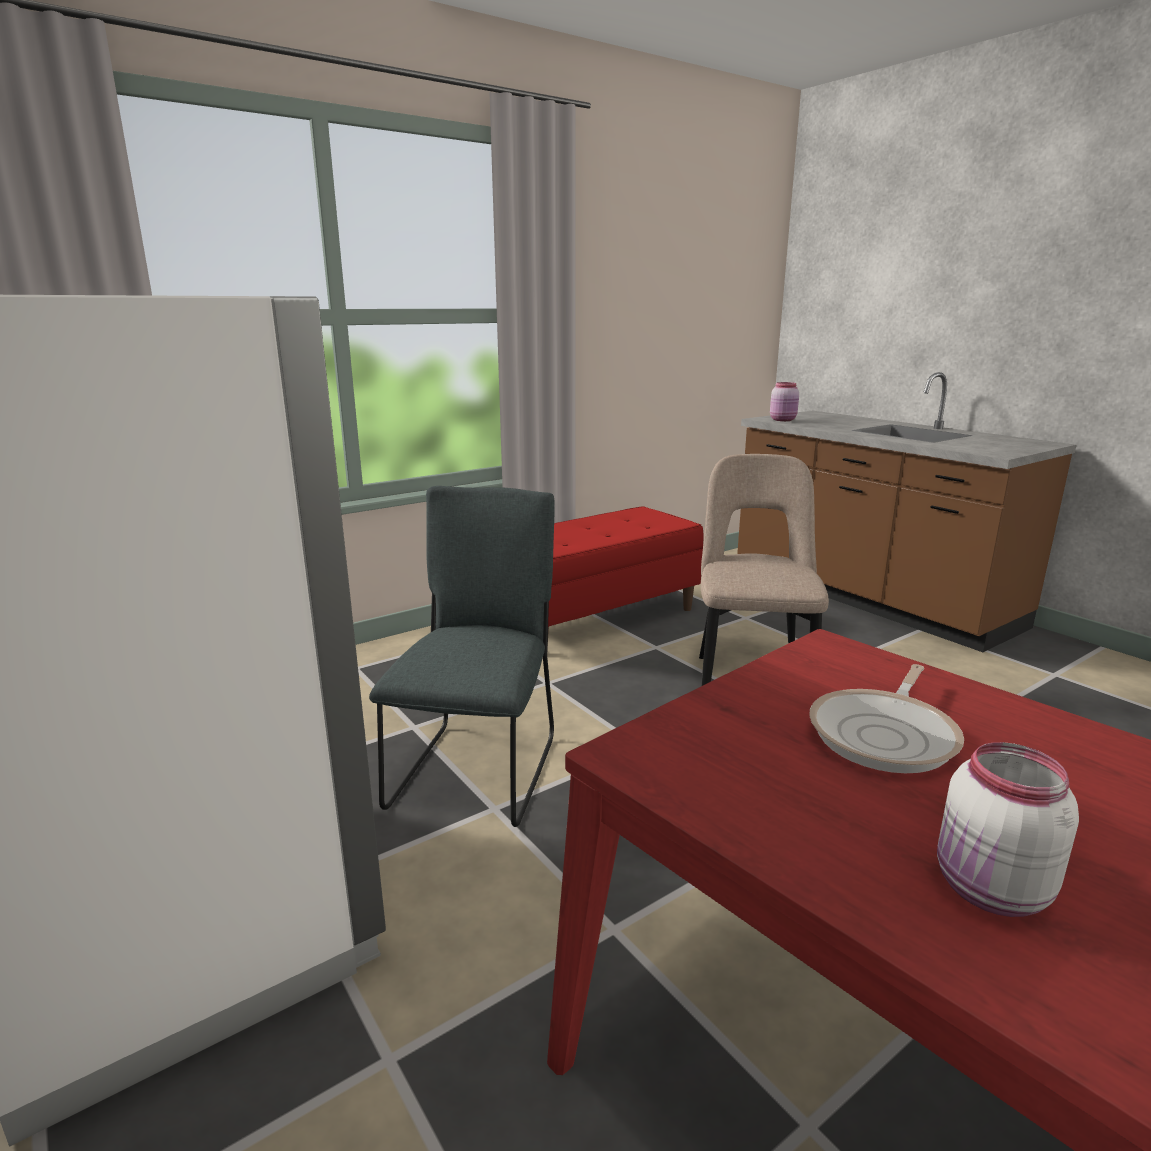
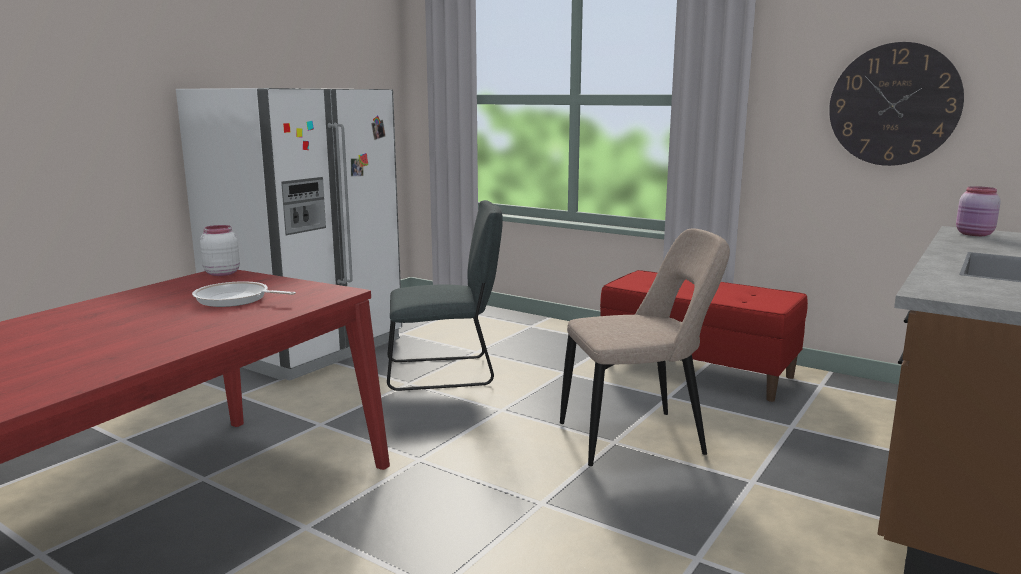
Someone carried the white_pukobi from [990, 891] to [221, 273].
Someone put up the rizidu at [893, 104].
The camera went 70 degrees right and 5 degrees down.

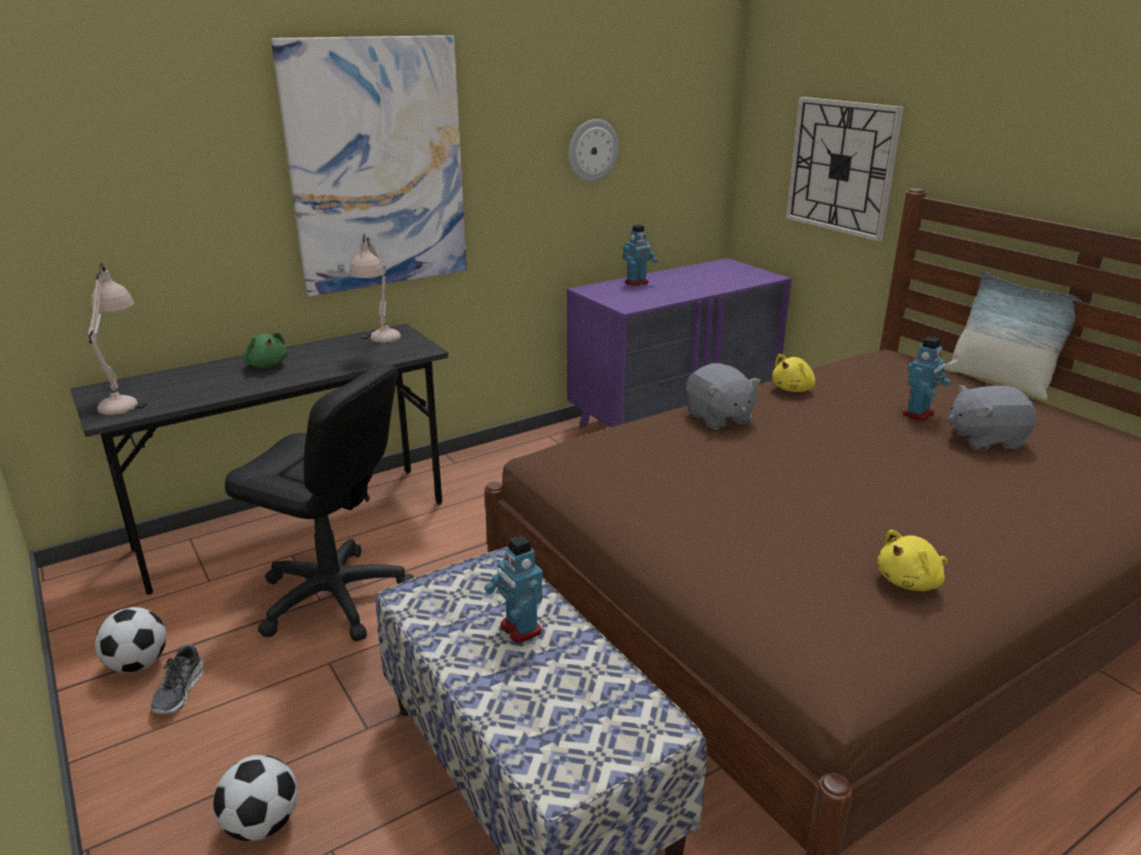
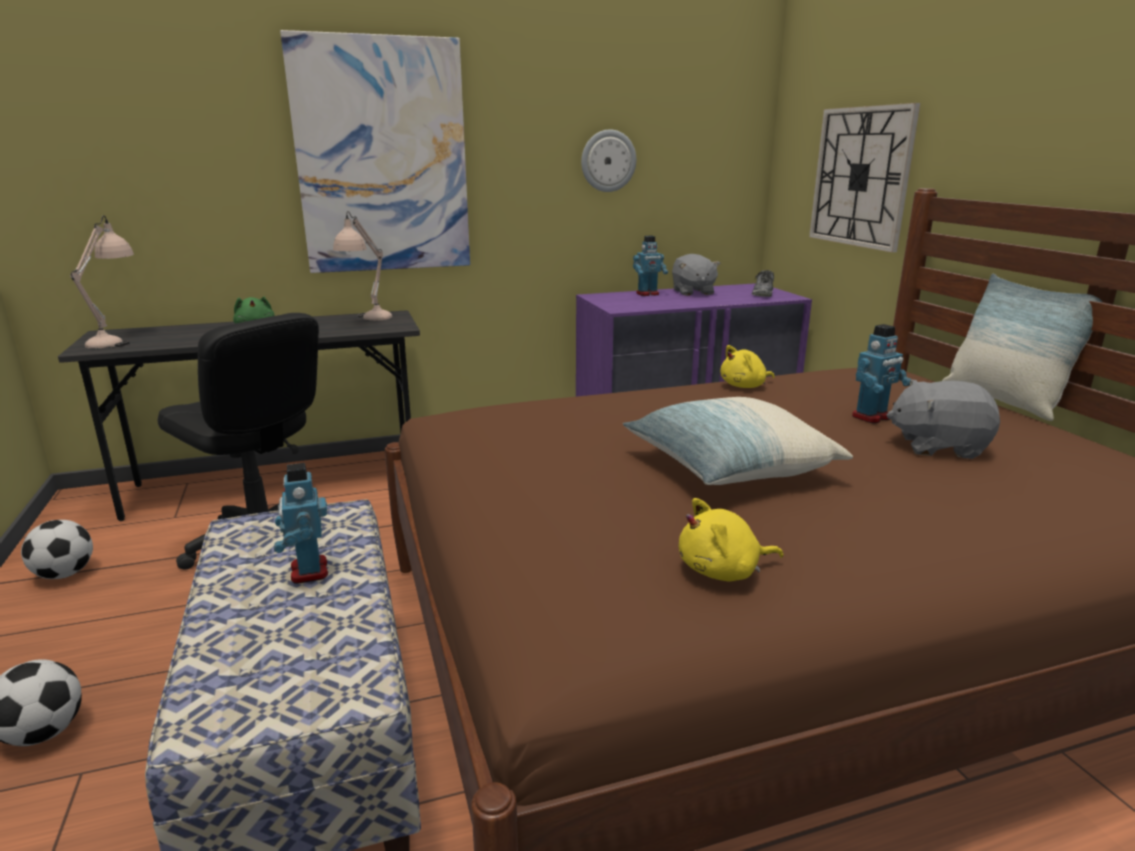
Someone carried the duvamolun from [179, 691] to [763, 293].
Someone carried the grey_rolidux from [718, 418] to [692, 292].
Someone put down the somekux at [728, 469].
The camera went 15 degrees right and 5 degrees down.

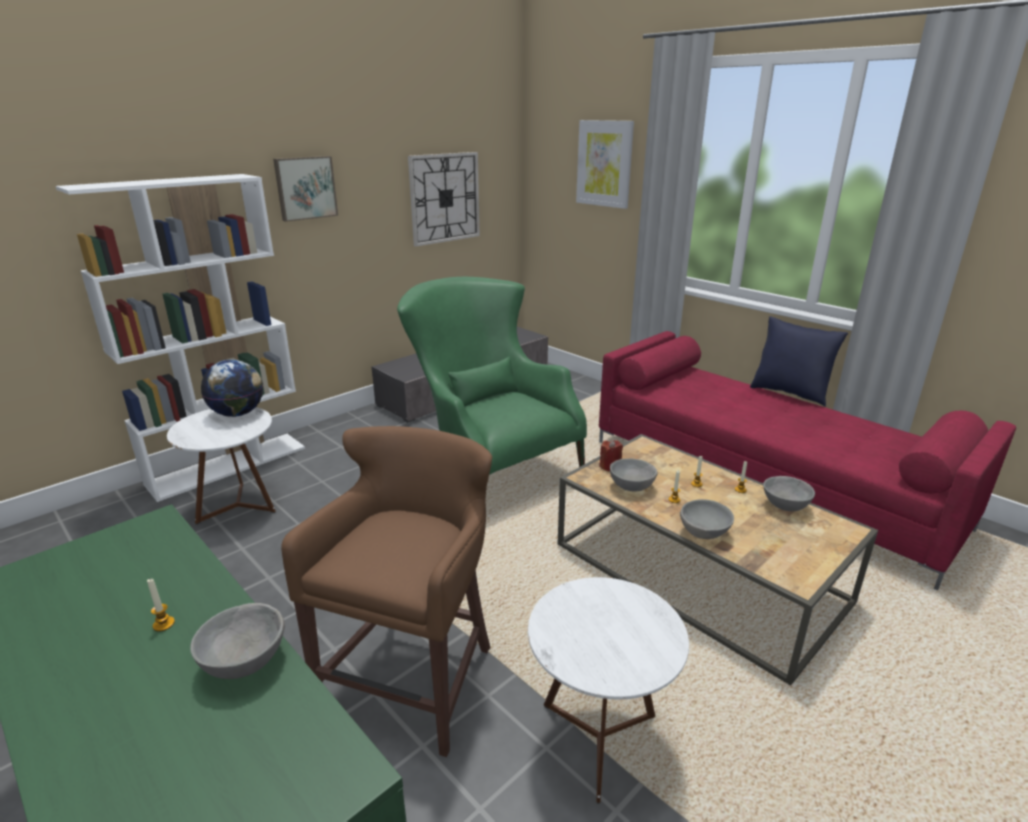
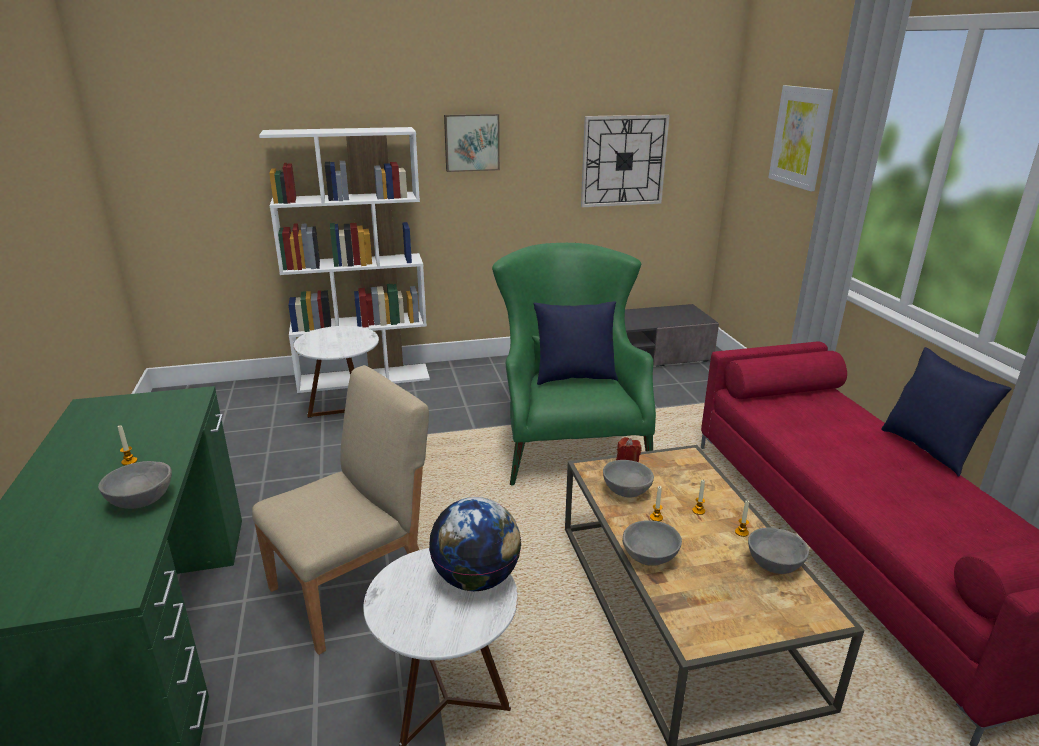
Someone carried the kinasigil from [238, 413] to [476, 579].
Someone swapped the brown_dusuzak at [414, 676] for the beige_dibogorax at [354, 588].
Someone put down the blue_somekux at [574, 377].
The camera went 30 degrees right and 0 degrees up.

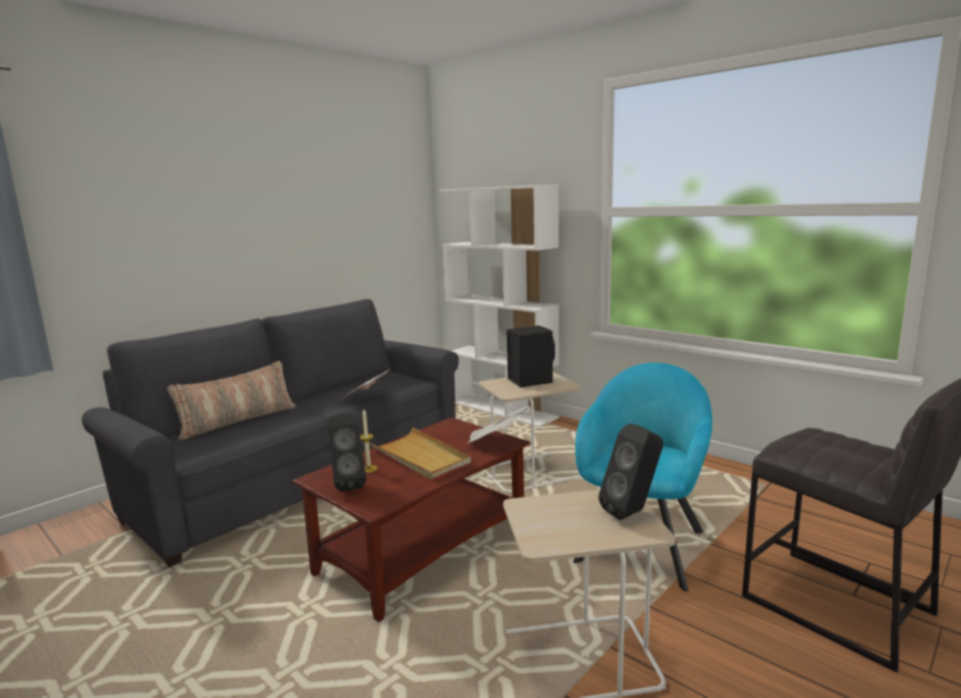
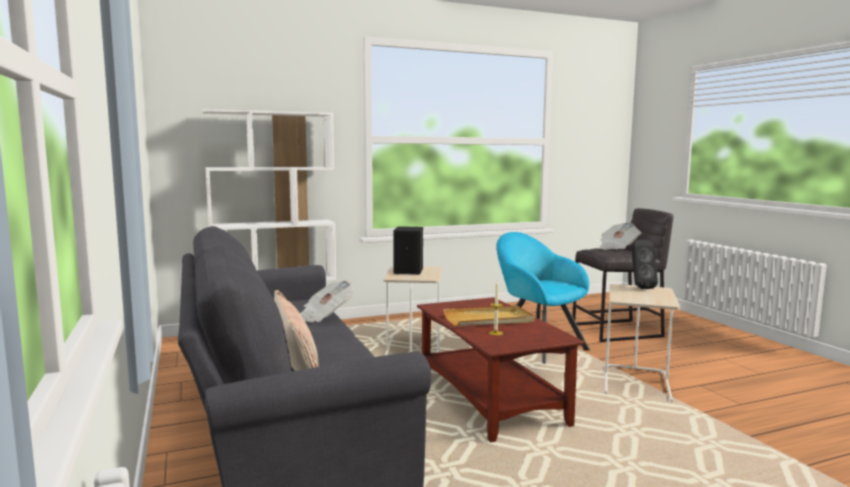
Someone took away the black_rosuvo at [347, 484].
Someone carried the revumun from [497, 441] to [617, 247].
The camera went 65 degrees left and 5 degrees down.

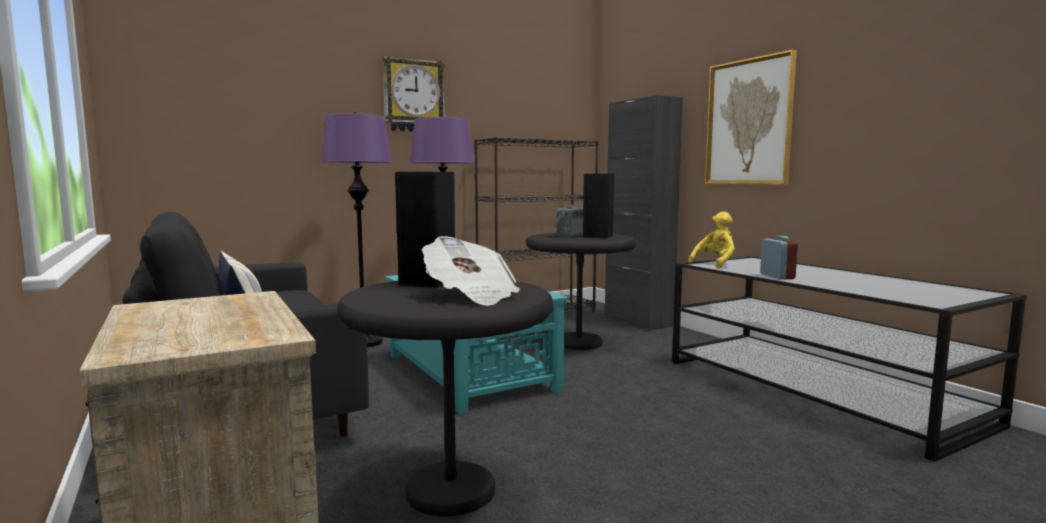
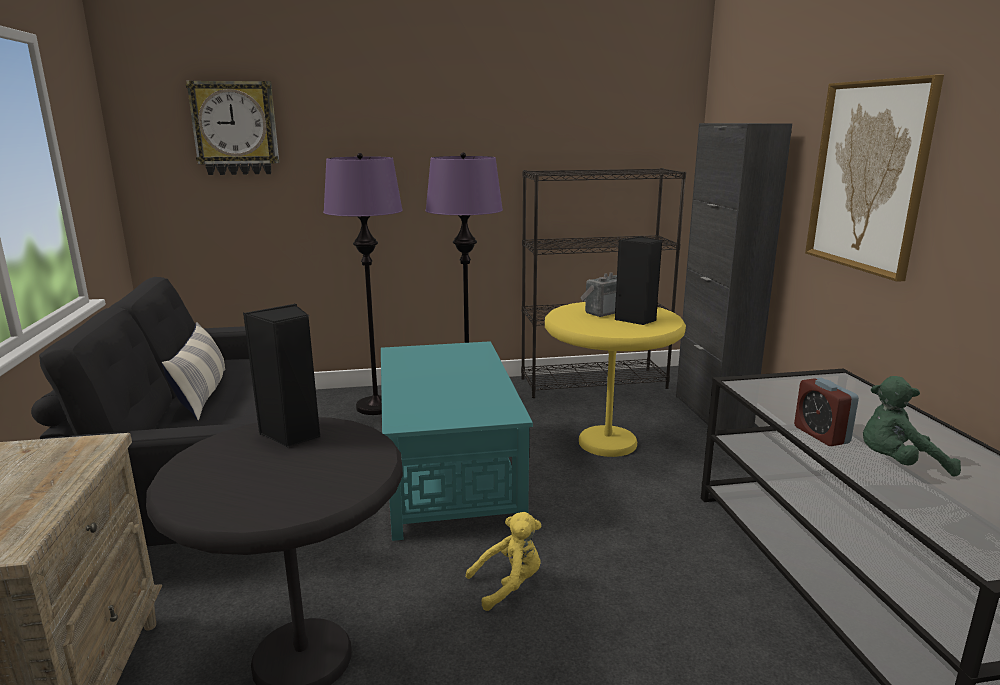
Someone carried the rizidu from [413, 96] to [235, 128].
Someone took away the revumun at [471, 296].
Someone repainted the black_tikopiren at [578, 343], which became the yellow_tikopiren at [607, 443].
Someone carried the yellow_rolidux from [715, 264] to [509, 585].
Someone rotated the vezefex at [777, 276] by 150 degrees clockwise.
Someone put down the green_rolidux at [898, 464].
The camera went 20 degrees right and 10 degrees up.

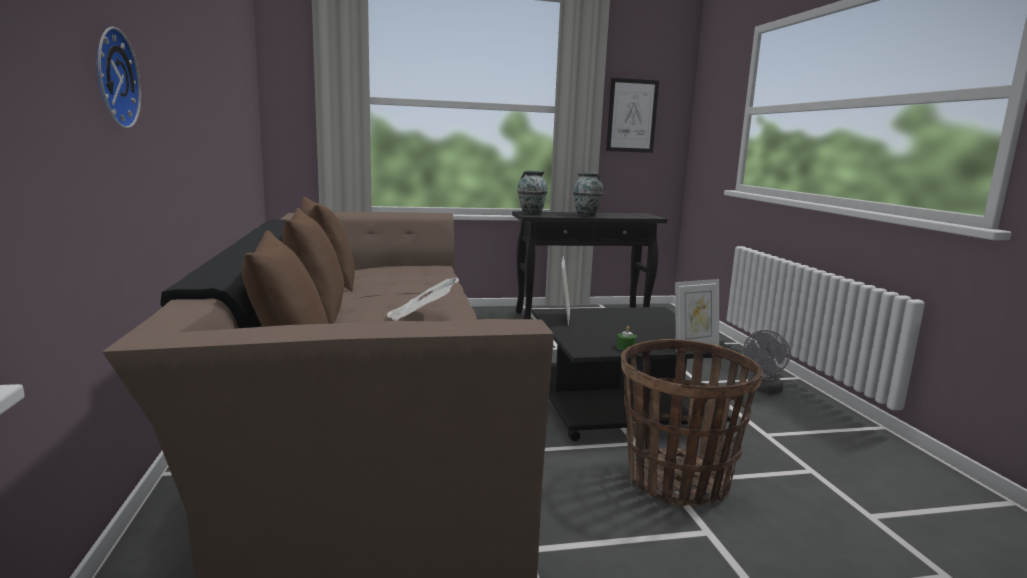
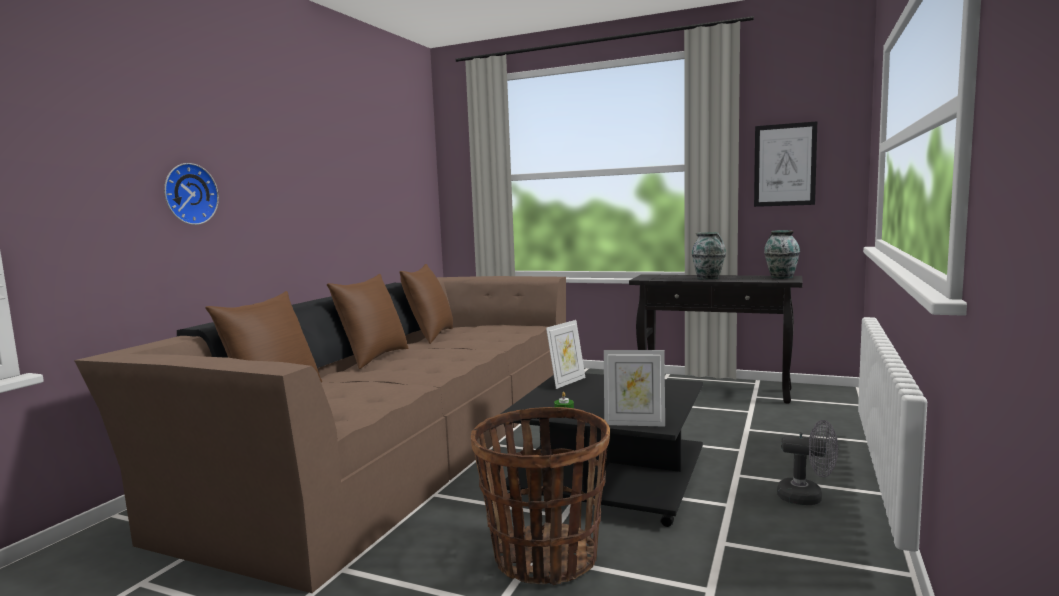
Someone took away the revumun at [421, 318].
Someone carried the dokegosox from [531, 213] to [781, 277].
Someone rotated the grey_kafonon at [763, 390] by 135 degrees counterclockwise.
The camera went 35 degrees right and 5 degrees down.

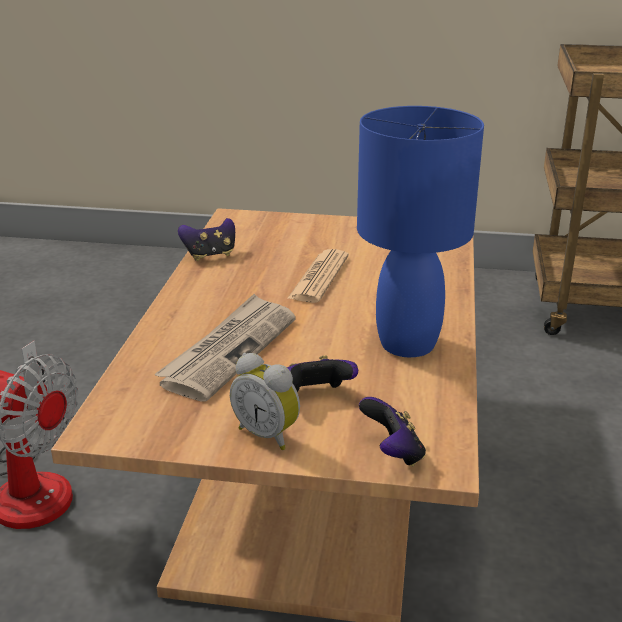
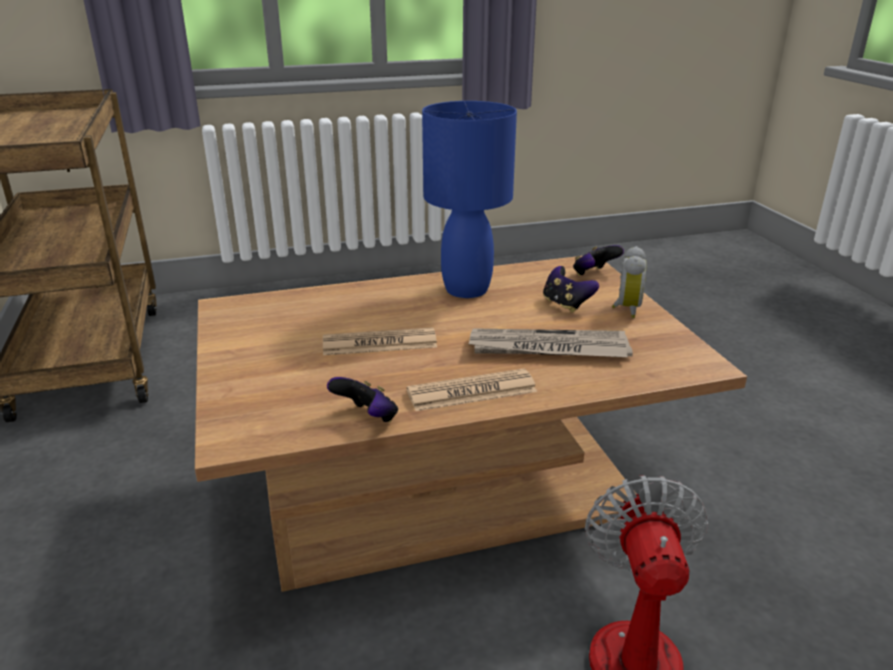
Someone put down the revumun at [471, 391].
The camera went 115 degrees left and 0 degrees up.

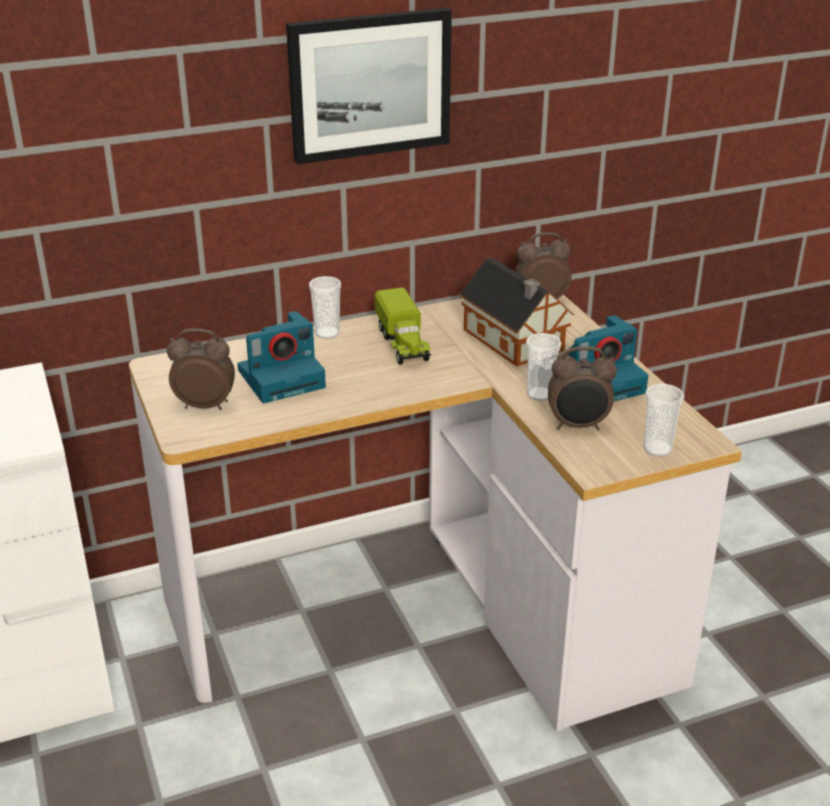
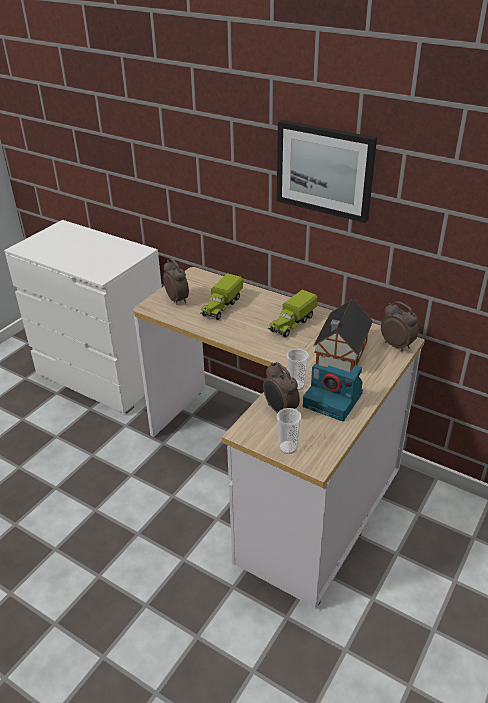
Someone swapped the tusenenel at [282, 377] for the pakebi at [221, 307].
Someone took away the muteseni at [327, 333].
The camera went 55 degrees right and 5 degrees up.

